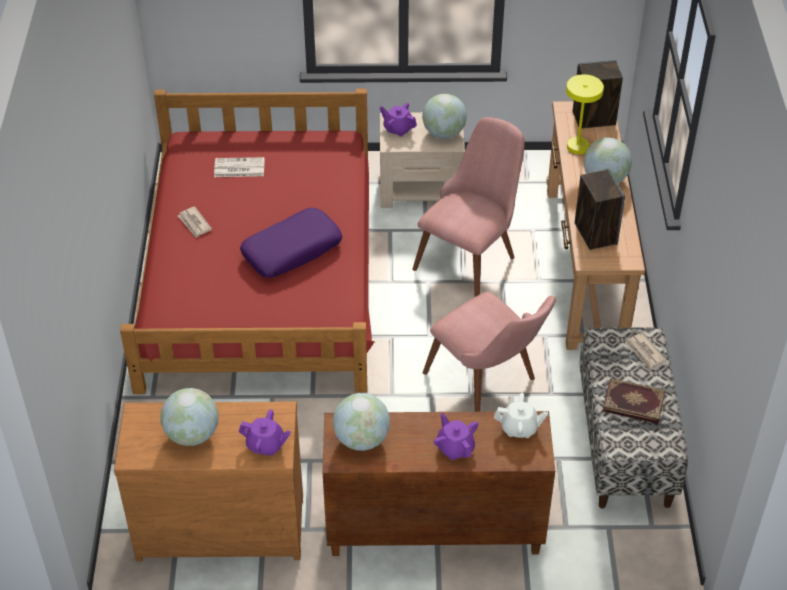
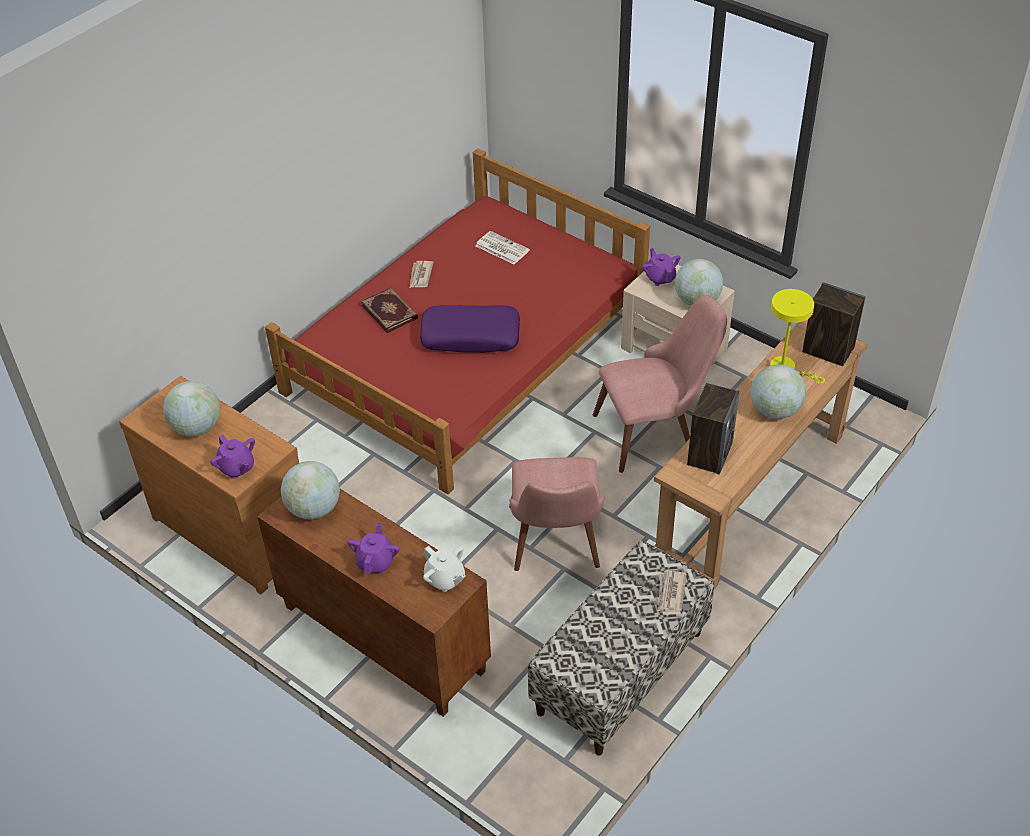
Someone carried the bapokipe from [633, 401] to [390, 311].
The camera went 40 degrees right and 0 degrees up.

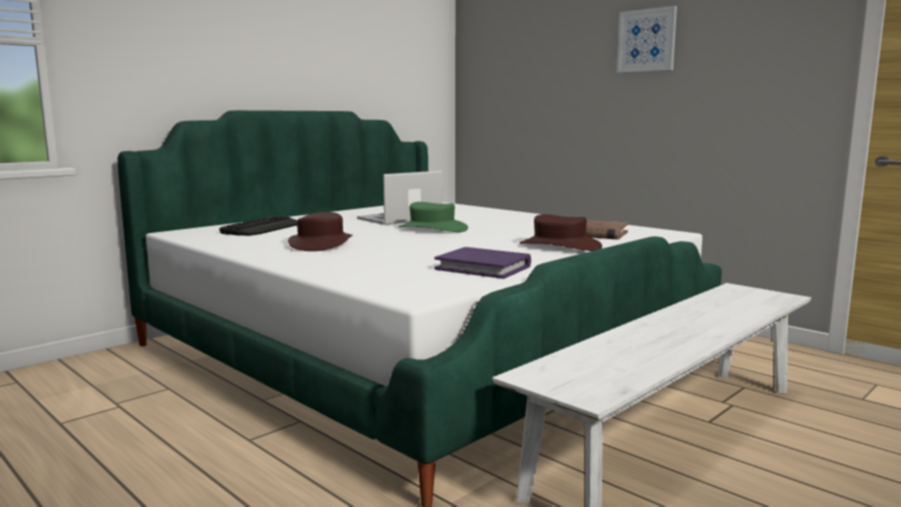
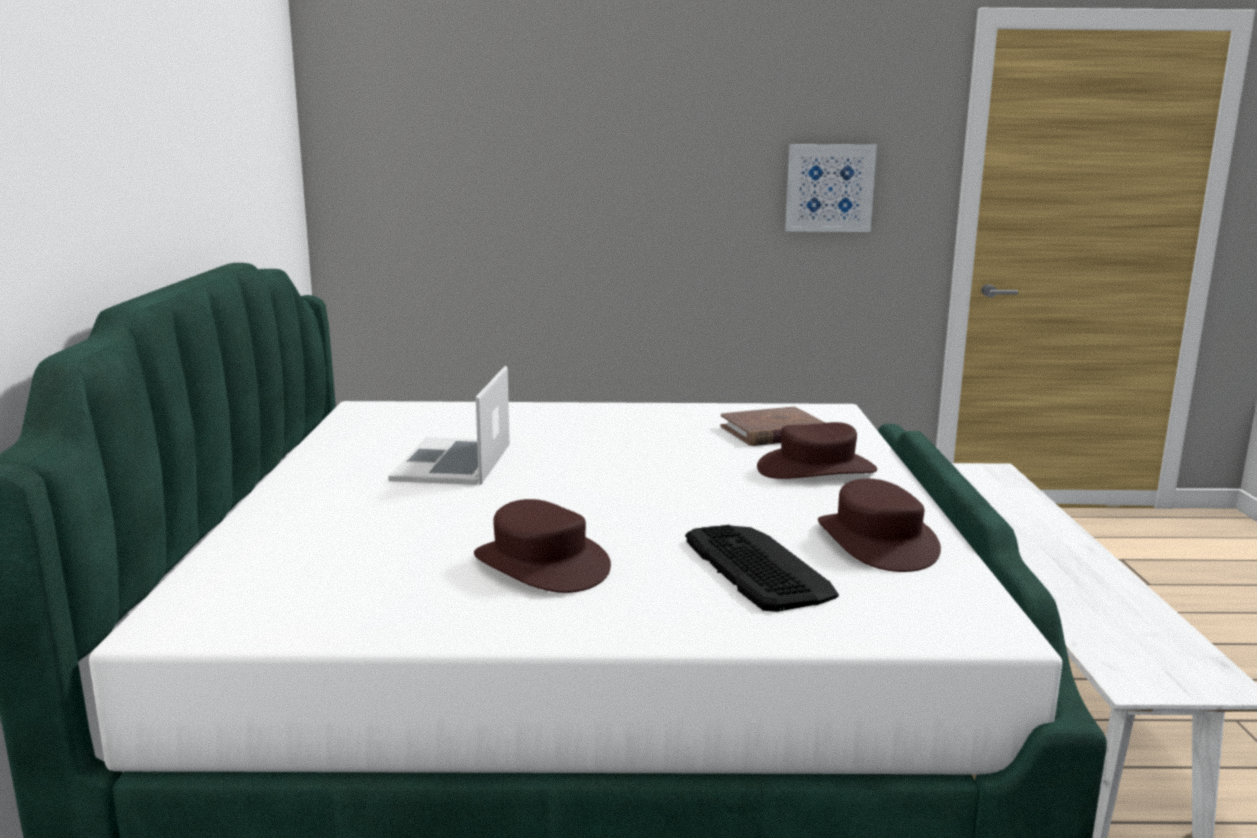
Someone carried the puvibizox from [262, 228] to [757, 567].
Someone took away the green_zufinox at [432, 229].
Someone swapped the purple_bapokipe at [483, 267] for the brown_zufinox at [877, 541].
Someone carried the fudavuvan from [647, 40] to [829, 188].
The camera went 45 degrees left and 5 degrees up.

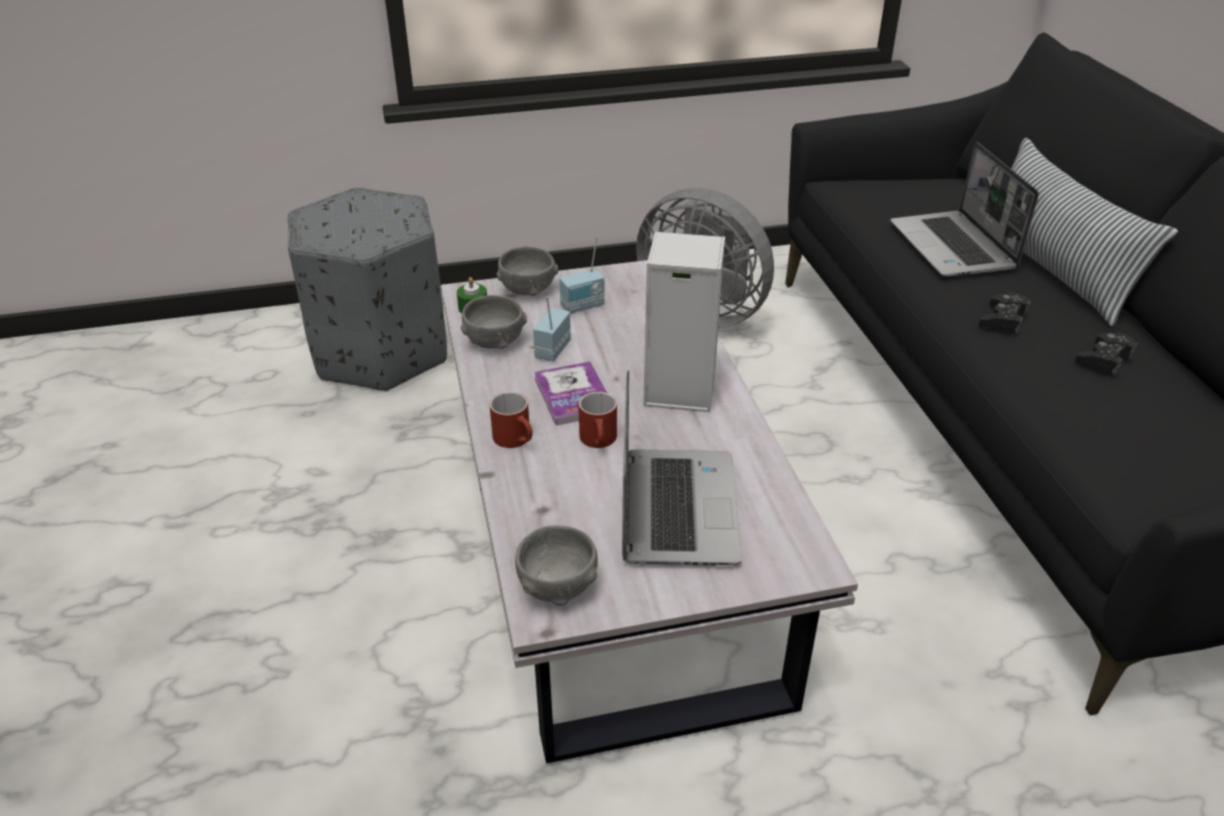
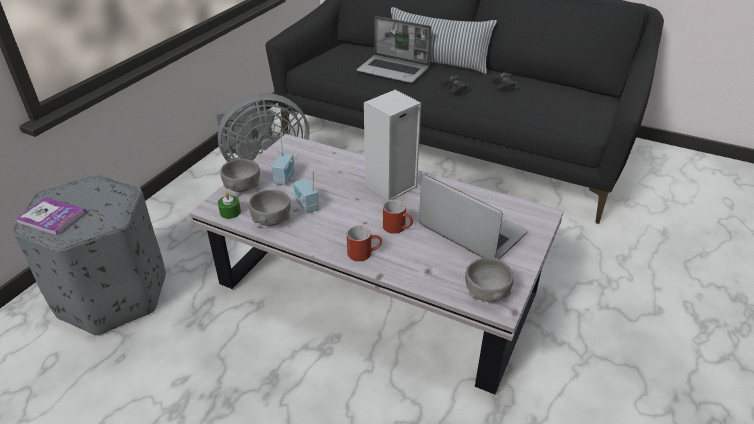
Someone carried the bapokipe from [573, 395] to [51, 217].
The camera went 50 degrees left and 0 degrees up.

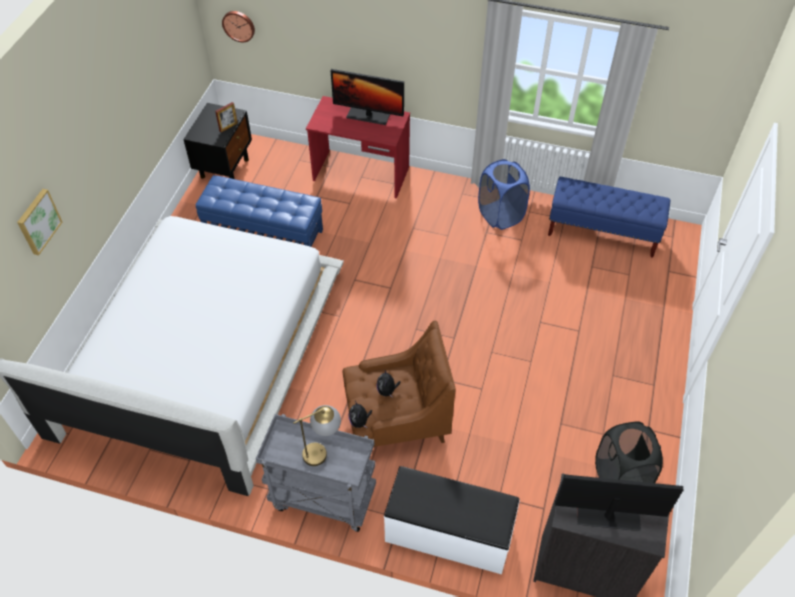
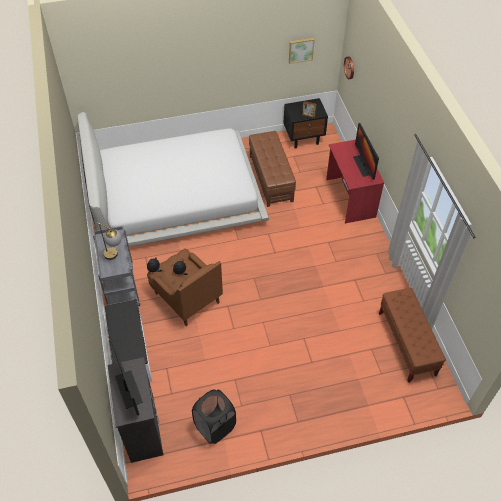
Someone carried the fudavuvan from [38, 221] to [300, 50].
Someone repainted the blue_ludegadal at [263, 233], which became the brown_ludegadal at [270, 178].
Someone took away the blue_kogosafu at [500, 215].
Someone repainted the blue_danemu at [602, 233], which became the brown_danemu at [406, 344].
The camera went 60 degrees right and 0 degrees up.

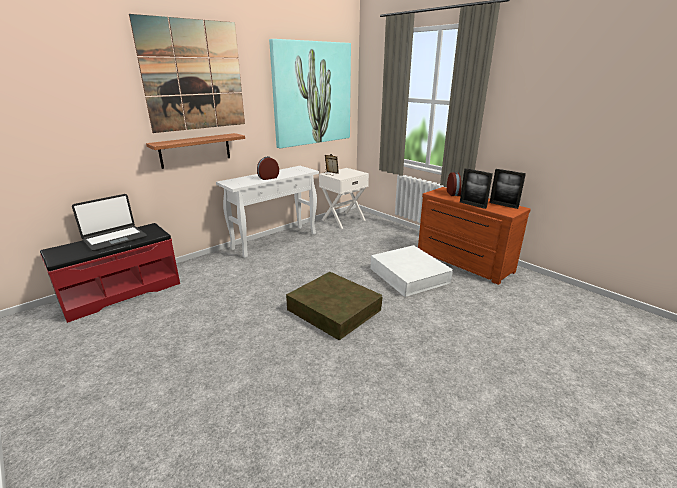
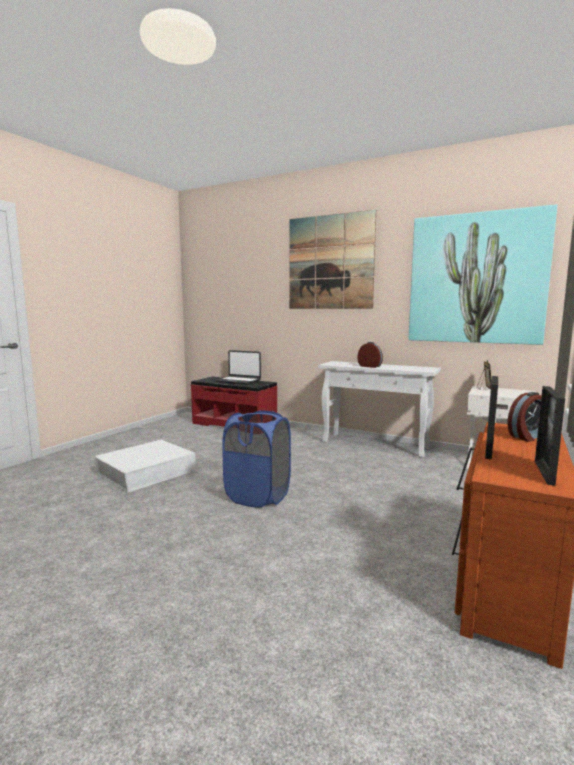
Someone took away the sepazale at [195, 150].
Someone swapped the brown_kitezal at [334, 310] for the blue_kogosafu at [258, 496].
Someone carried the white_kitezal from [409, 275] to [147, 472].
The camera went 70 degrees right and 15 degrees down.

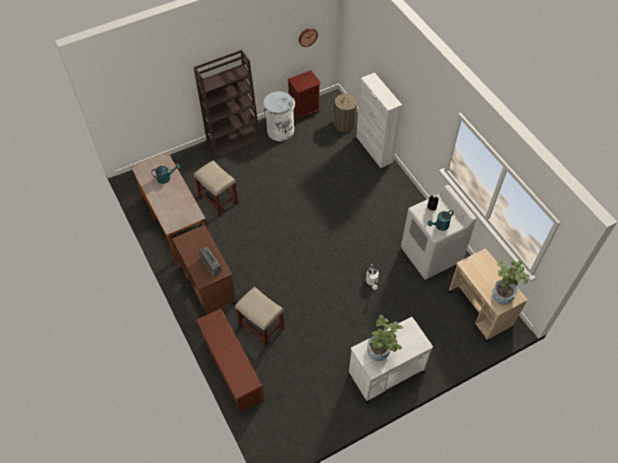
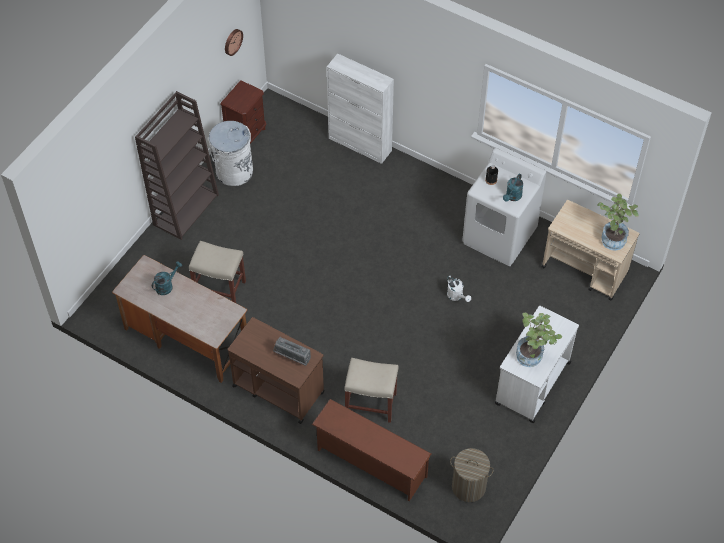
Someone carried the kogosafu from [344, 124] to [468, 486].
The camera went 30 degrees left and 0 degrees up.

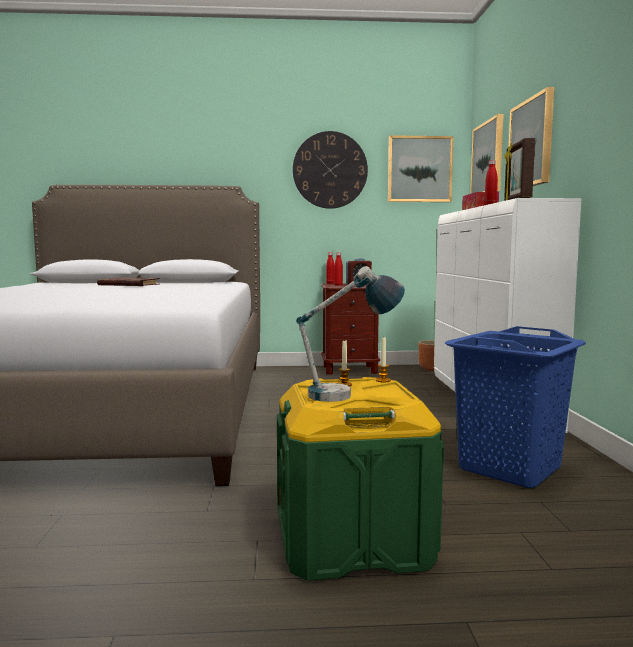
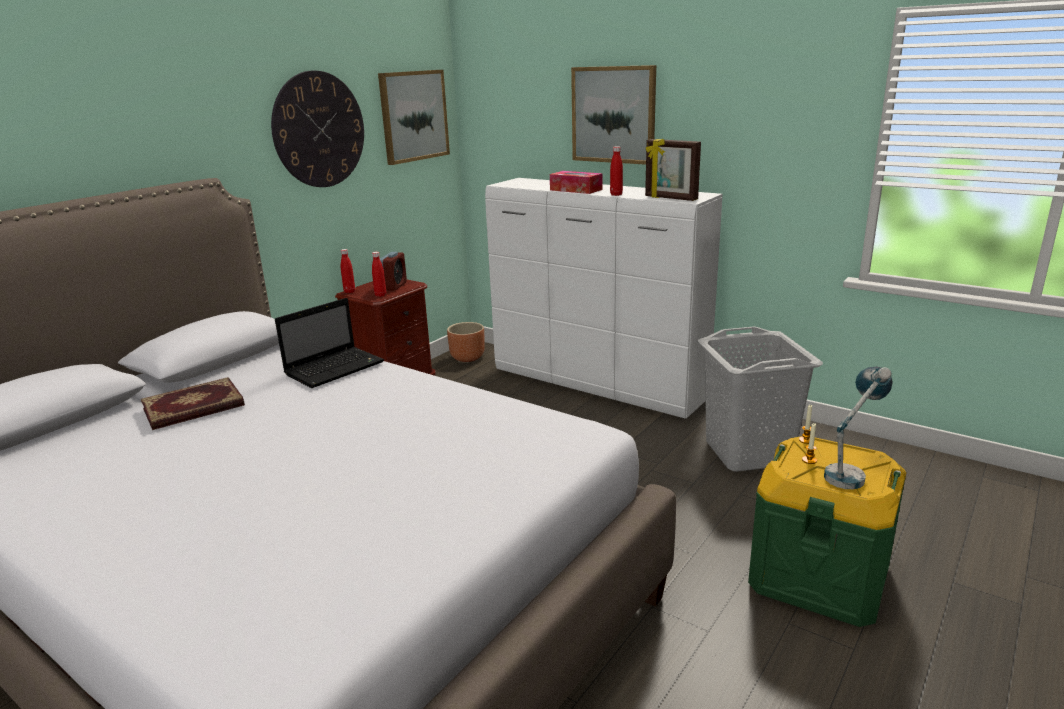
Someone repainted the blue_kogosafu at [510, 468], which became the grey_kogosafu at [748, 452].
Someone took away the fudavuvan at [488, 158].
Someone put down the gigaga at [336, 368].
The camera went 50 degrees left and 15 degrees up.

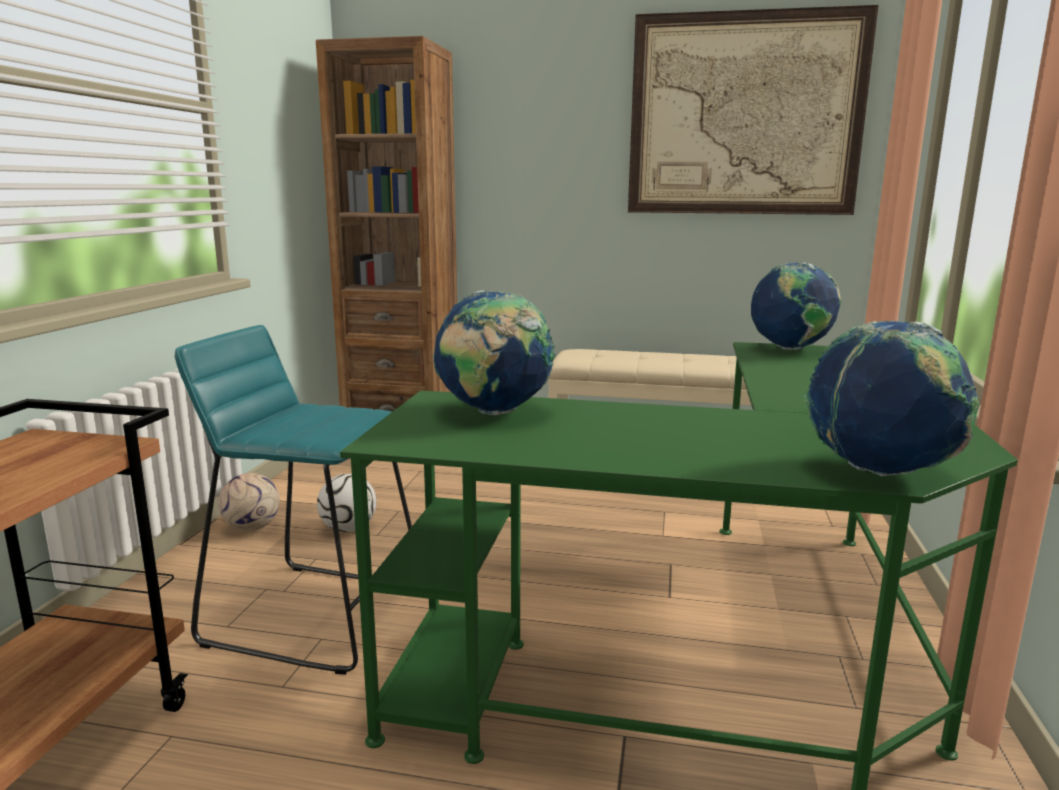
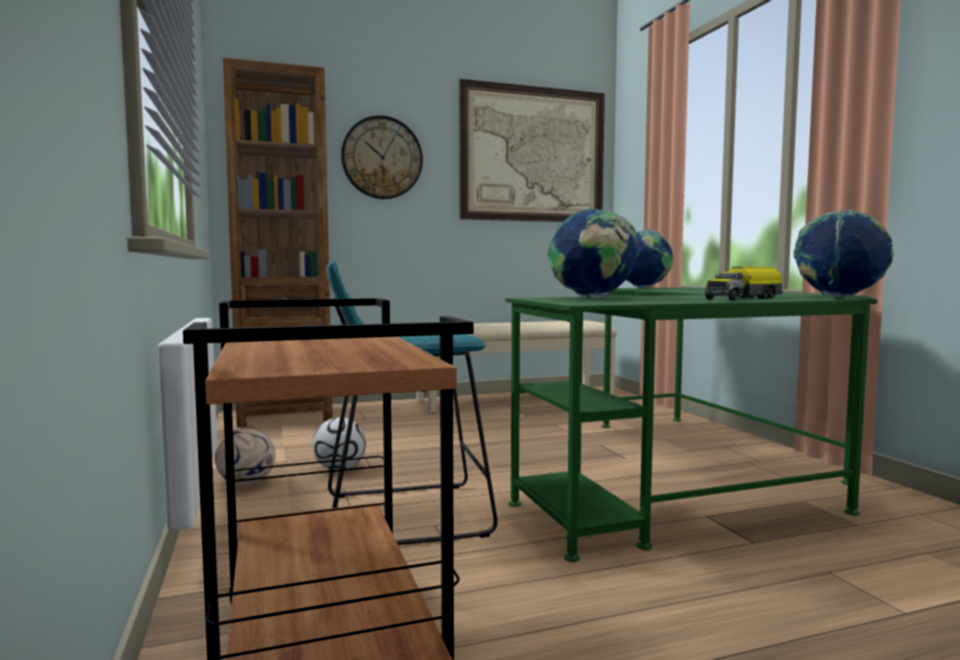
Someone put up the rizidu at [382, 158].
Someone put down the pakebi at [745, 298].
The camera went 30 degrees left and 10 degrees down.

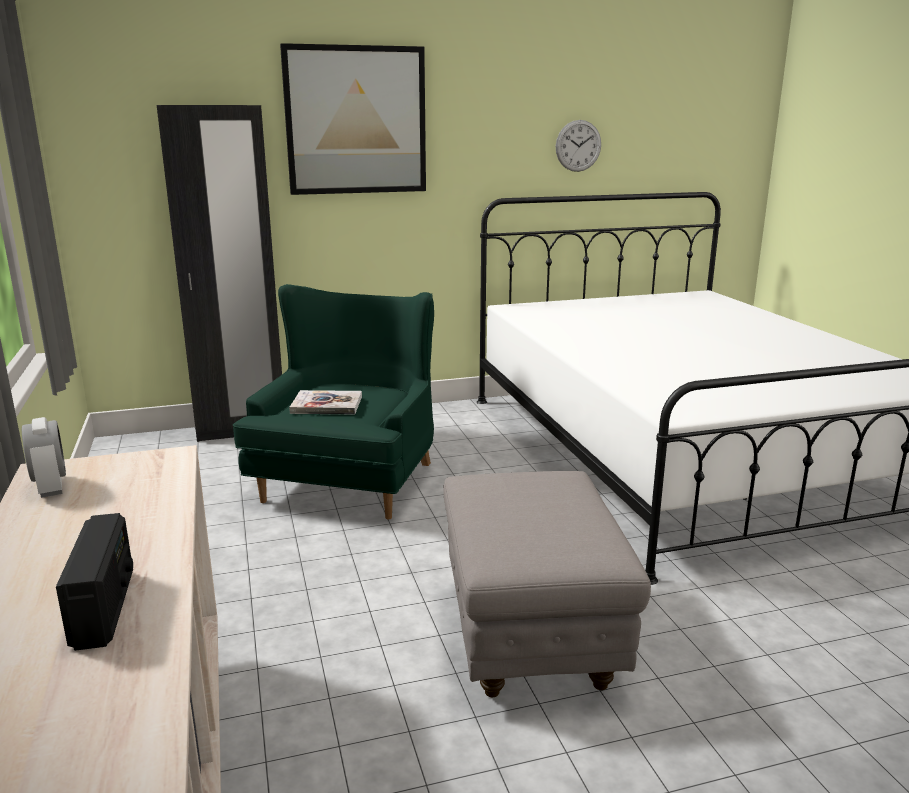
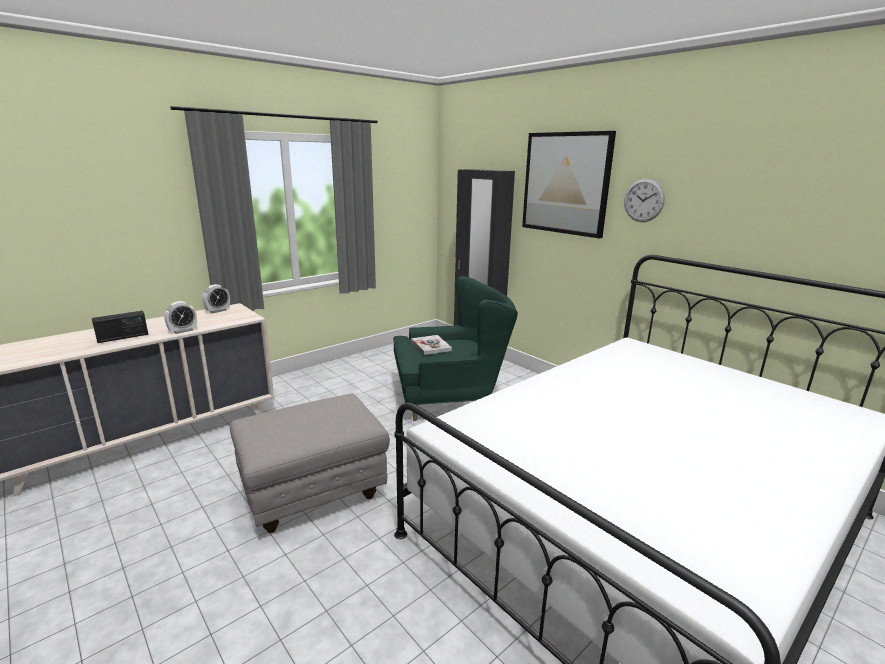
Someone carried the rizidu from [578, 146] to [643, 200].
Someone put down the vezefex at [183, 331].
The camera went 65 degrees right and 0 degrees up.

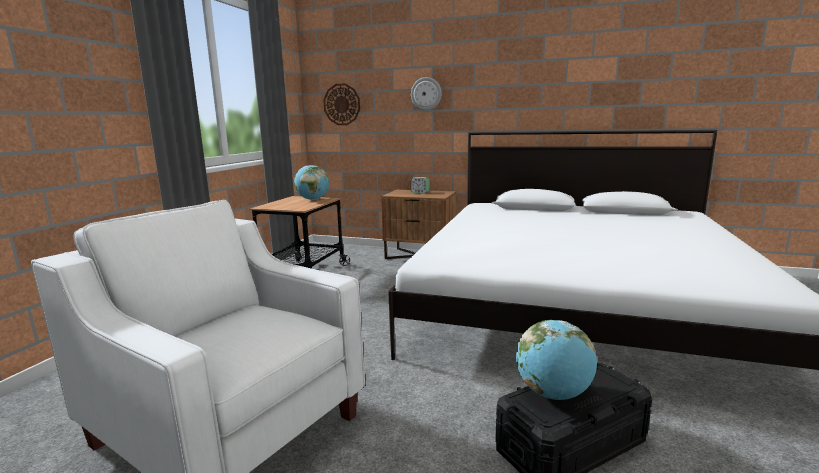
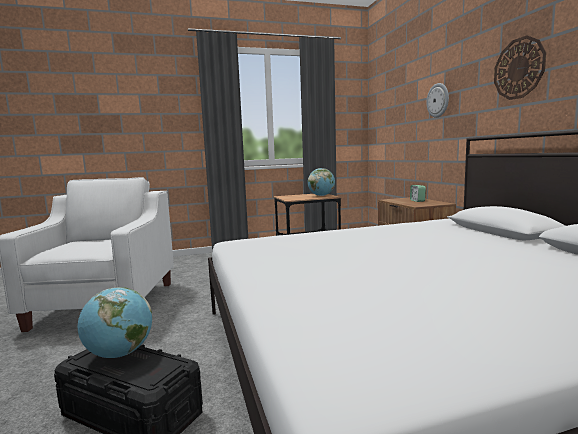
Someone carried the rizidu from [342, 104] to [519, 68].
The camera went 55 degrees right and 5 degrees down.

